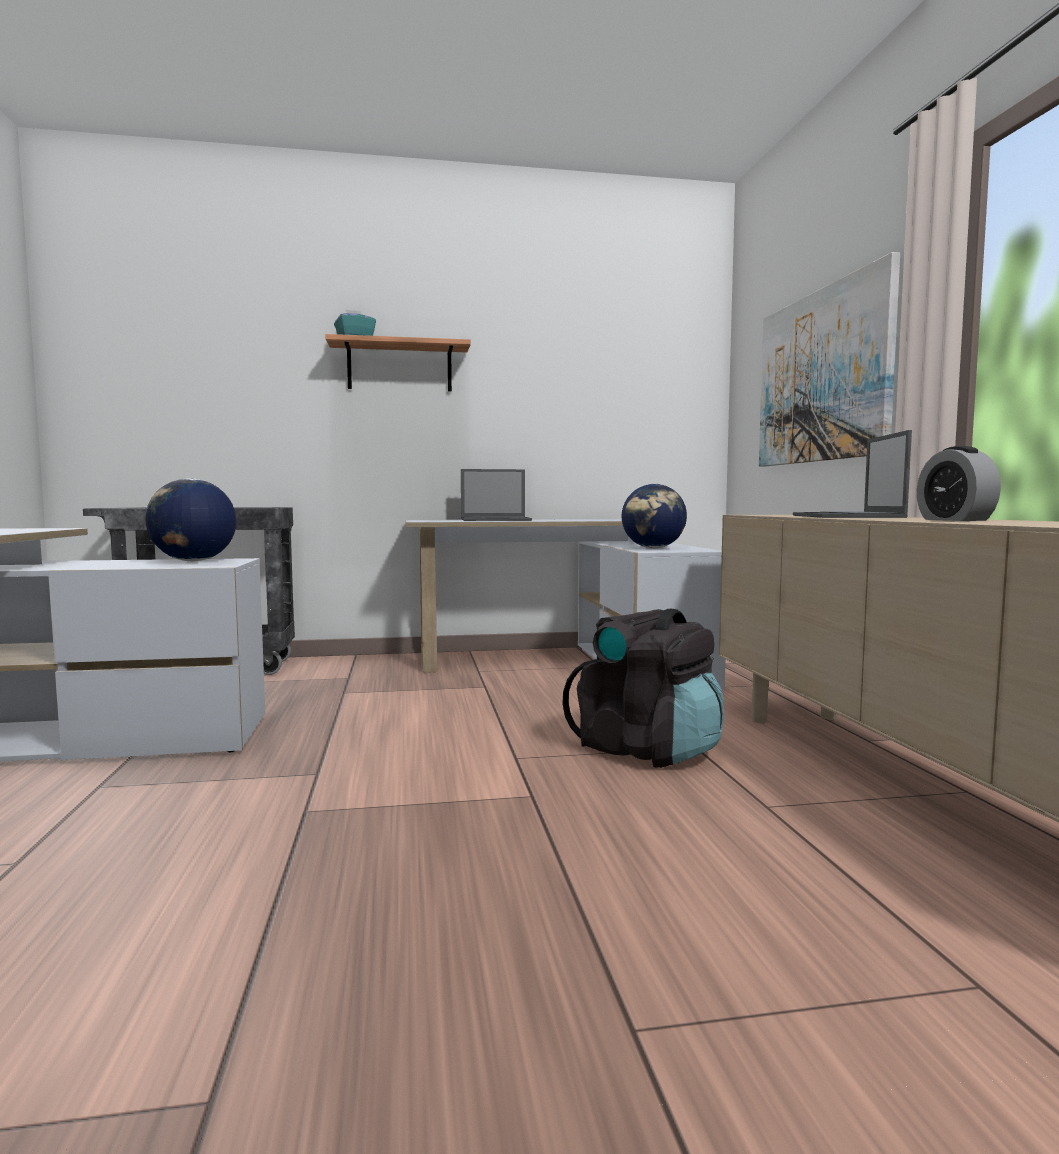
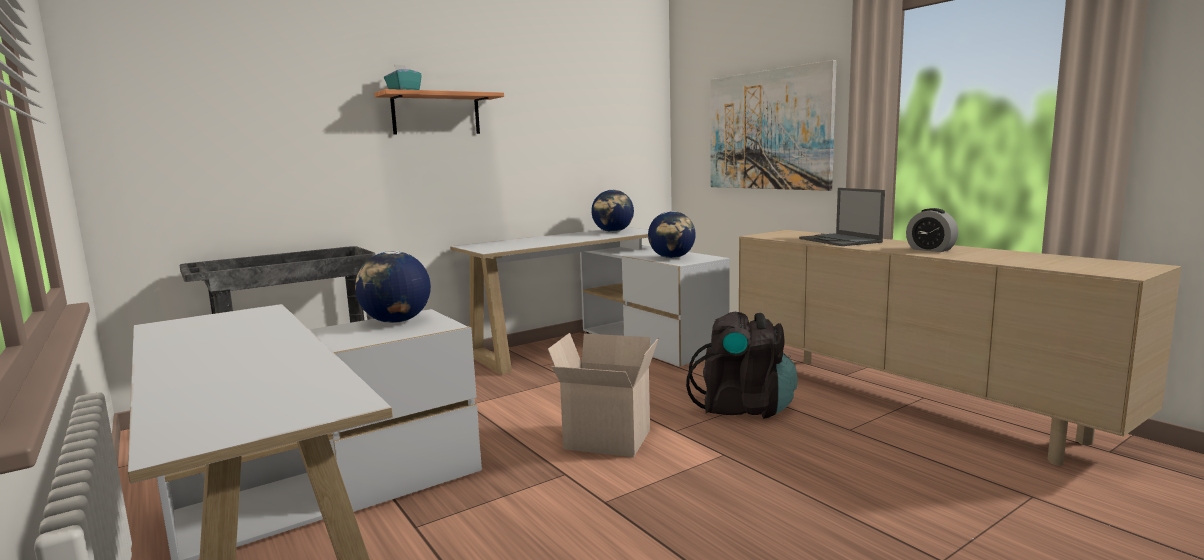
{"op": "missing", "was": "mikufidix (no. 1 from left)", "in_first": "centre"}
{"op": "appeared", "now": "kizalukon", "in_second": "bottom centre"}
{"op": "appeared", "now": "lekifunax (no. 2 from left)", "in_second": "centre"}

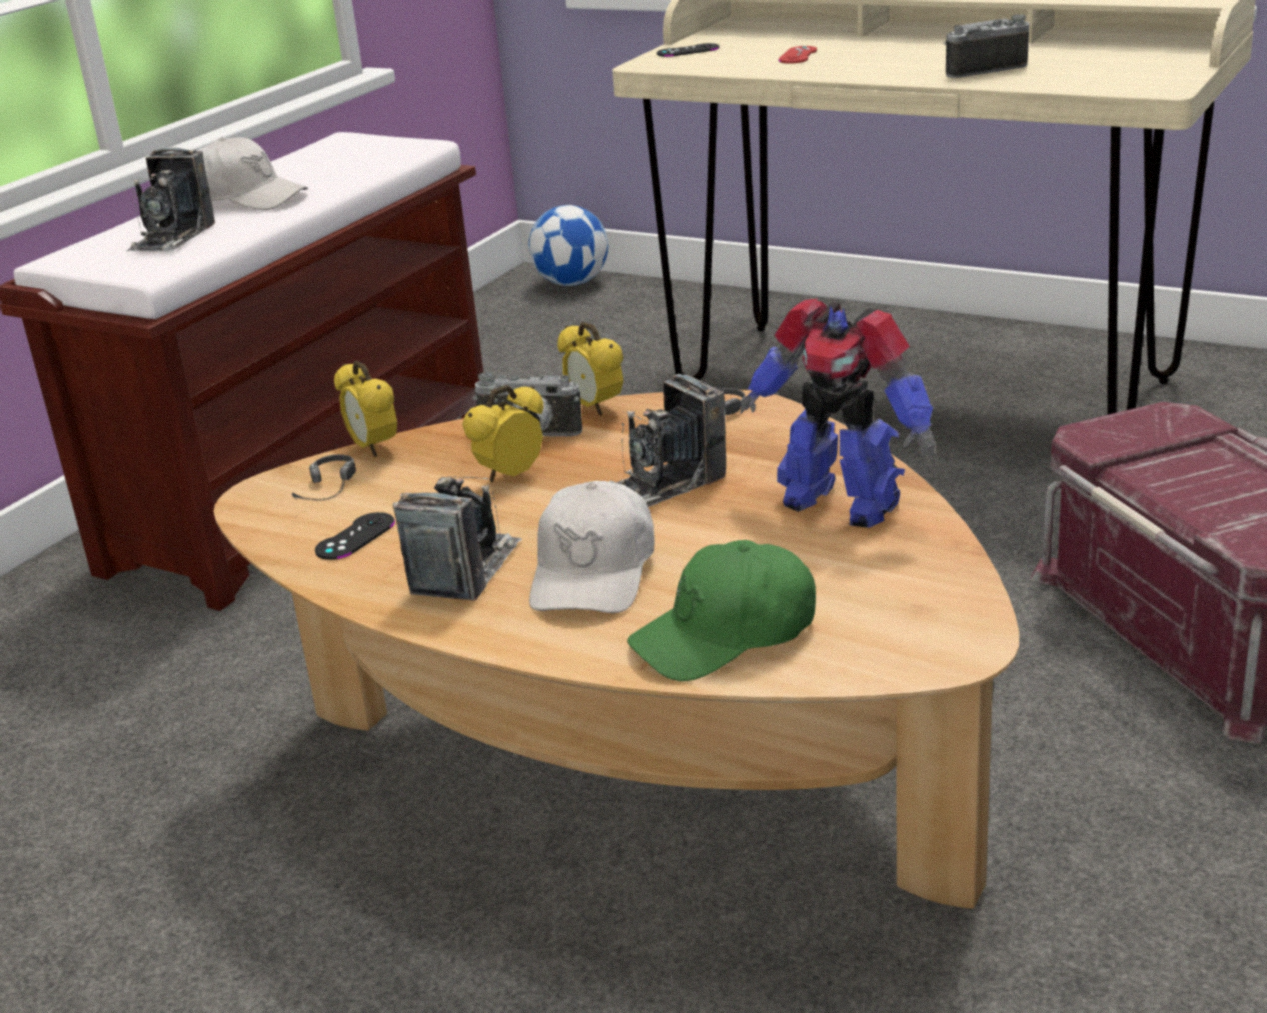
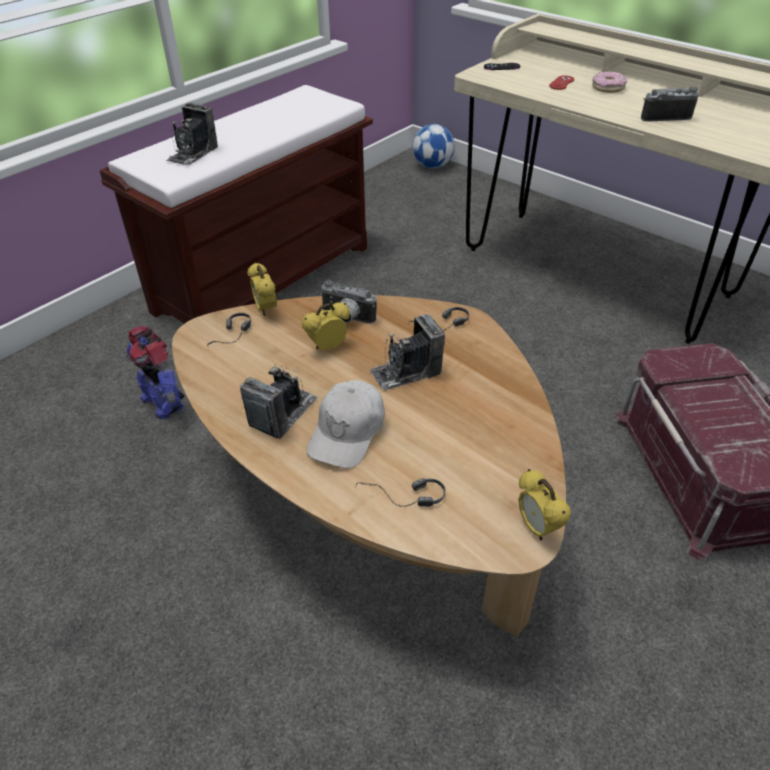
{"op": "missing", "was": "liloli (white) (no. 1 from left)", "in_first": "top left"}
{"op": "missing", "was": "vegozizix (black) (no. 1 from left)", "in_first": "middle left"}
{"op": "relocated", "was": "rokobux (no. 3 from left)", "in_first": "centre", "in_second": "middle right"}
{"op": "exchanged", "was": "liloli (green)", "now": "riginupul (no. 2 from left)", "in_first": "centre", "in_second": "centre"}
{"op": "relocated", "was": "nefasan", "in_first": "centre", "in_second": "middle left"}
{"op": "appeared", "now": "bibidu", "in_second": "top right"}

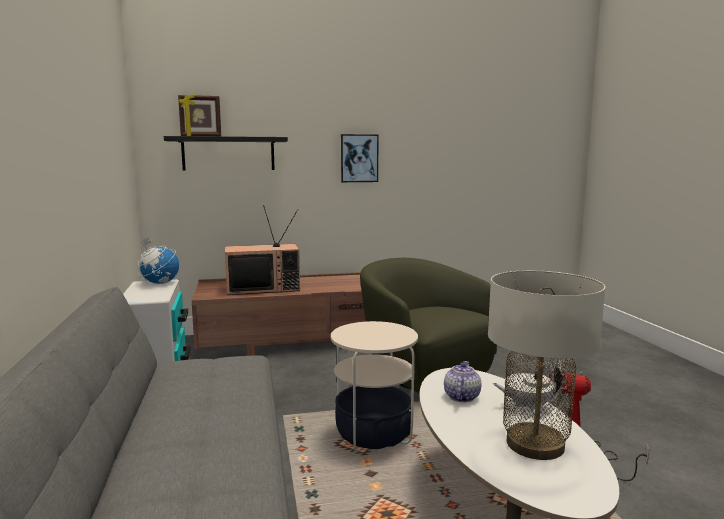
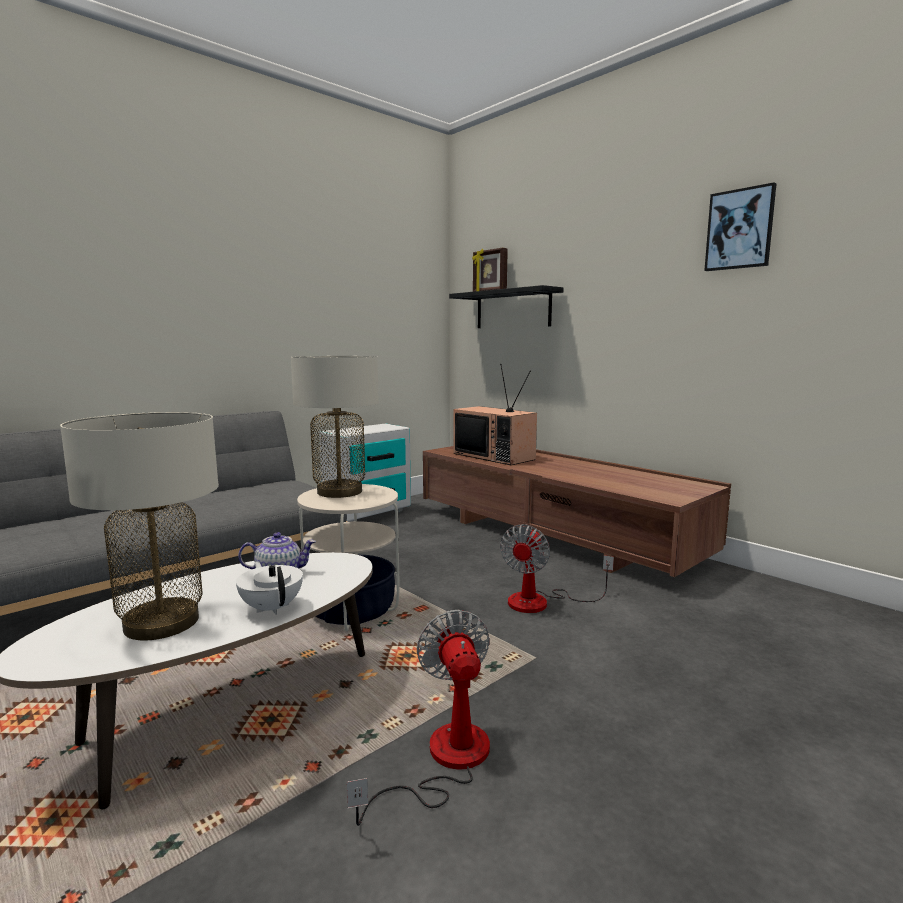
{"op": "missing", "was": "lekifunax", "in_first": "middle left"}
{"op": "relocated", "was": "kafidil", "in_first": "top centre", "in_second": "top right"}
{"op": "exchanged", "was": "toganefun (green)", "now": "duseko (no. 2 from left)", "in_first": "centre", "in_second": "centre"}
{"op": "appeared", "now": "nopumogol (no. 2 from left)", "in_second": "centre"}

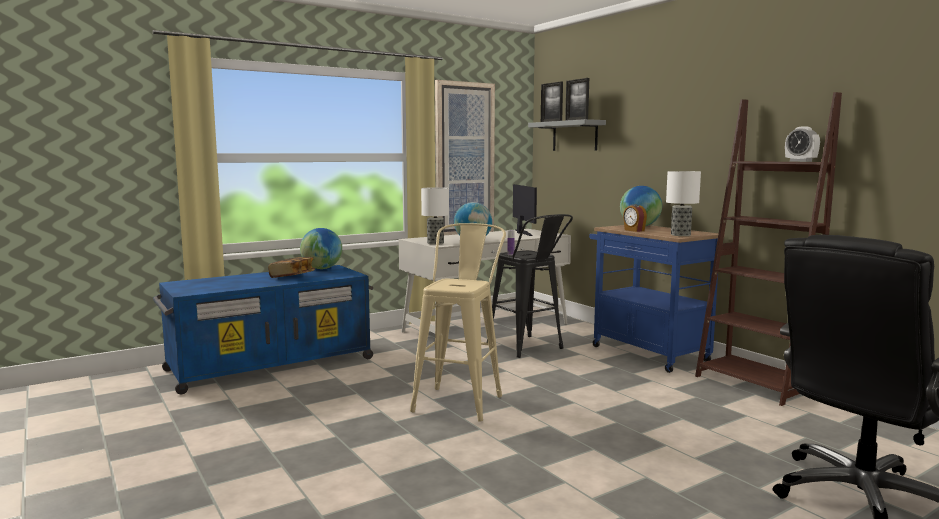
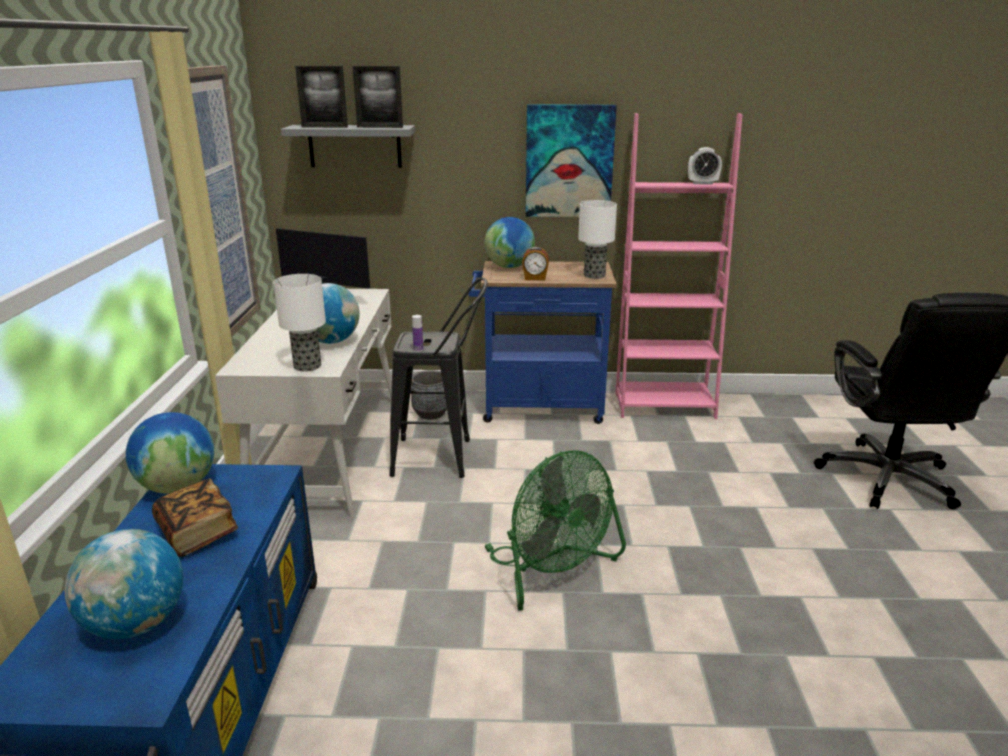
{"op": "exchanged", "was": "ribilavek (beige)", "now": "duseko (green)", "in_first": "centre", "in_second": "bottom centre"}
{"op": "colour", "was": "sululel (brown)", "now": "sululel (pink)", "in_first": "middle right", "in_second": "middle right"}
{"op": "appeared", "now": "lekifunax (no. 1 from left)", "in_second": "bottom left"}
{"op": "appeared", "now": "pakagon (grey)", "in_second": "centre"}
{"op": "appeared", "now": "kafidil (no. 2 from left)", "in_second": "top centre"}

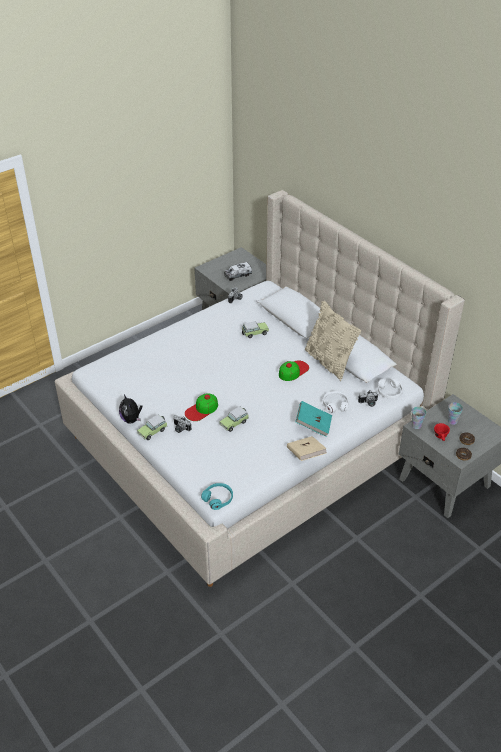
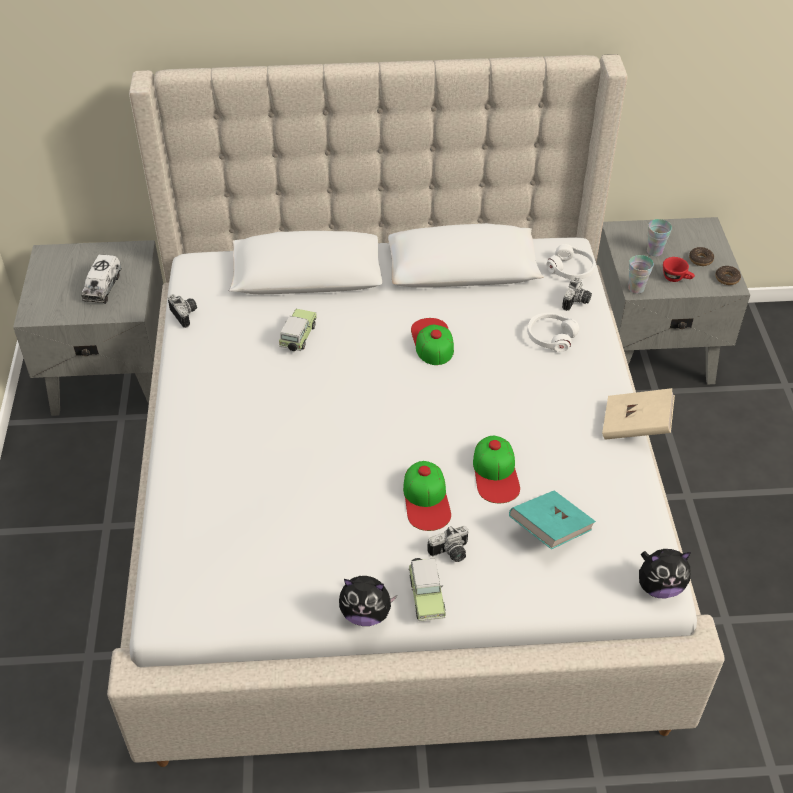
{"op": "exchanged", "was": "riginupul (turquoise)", "now": "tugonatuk (no. 2 from left)", "in_first": "centre", "in_second": "bottom right"}
{"op": "exchanged", "was": "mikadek (no. 2 from left)", "now": "liloli (no. 3 from left)", "in_first": "centre", "in_second": "centre"}
{"op": "relocated", "was": "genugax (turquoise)", "in_first": "centre", "in_second": "middle right"}
{"op": "missing", "was": "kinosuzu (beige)", "in_first": "centre"}

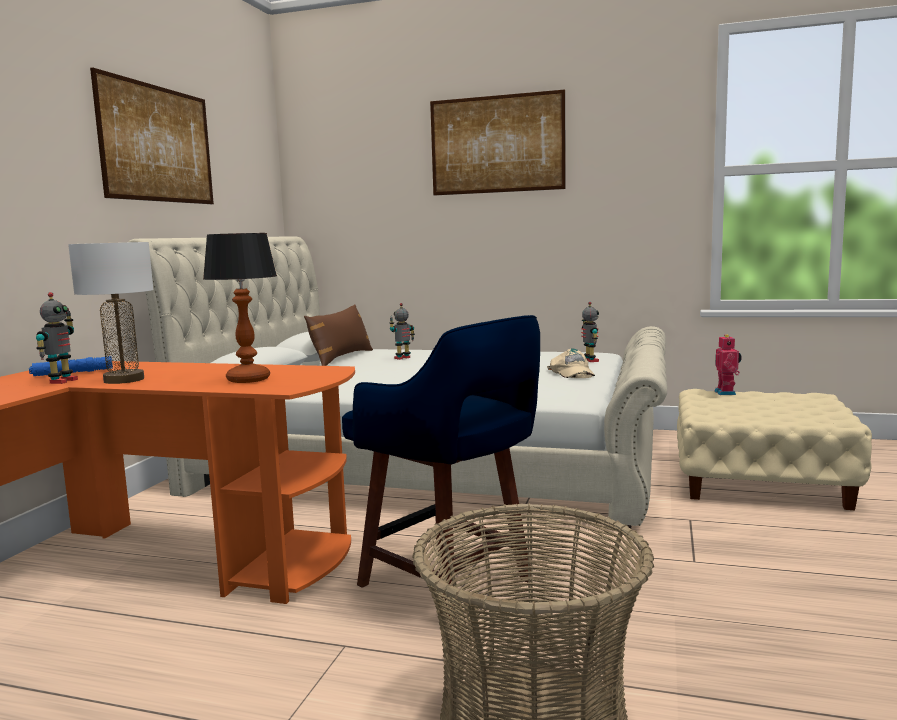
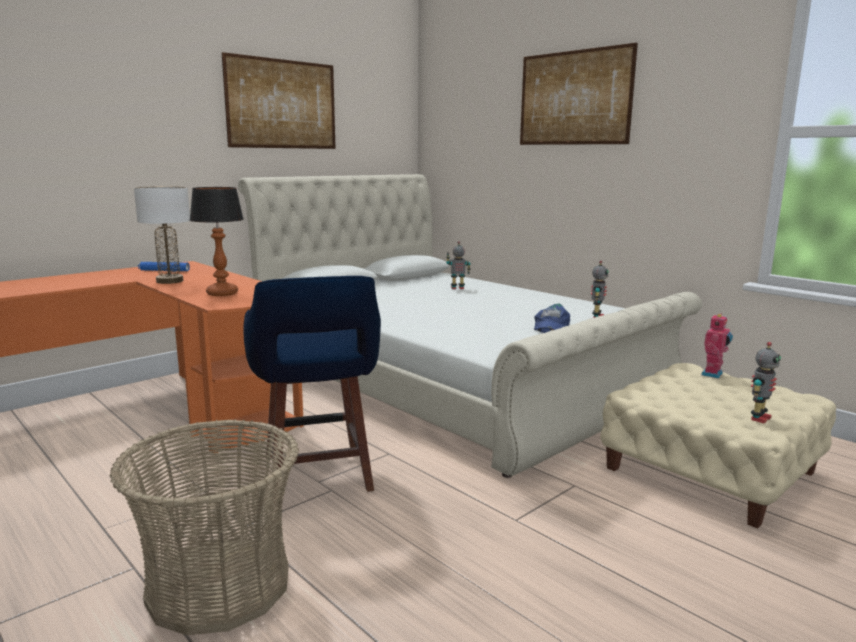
{"op": "relocated", "was": "nefasan (no. 1 from left in the first image)", "now": "nefasan (no. 4 from left)", "in_first": "middle left", "in_second": "middle right"}
{"op": "missing", "was": "kinosuzu (brown)", "in_first": "centre"}
{"op": "colour", "was": "liloli (beige)", "now": "liloli (blue)", "in_first": "centre", "in_second": "centre"}

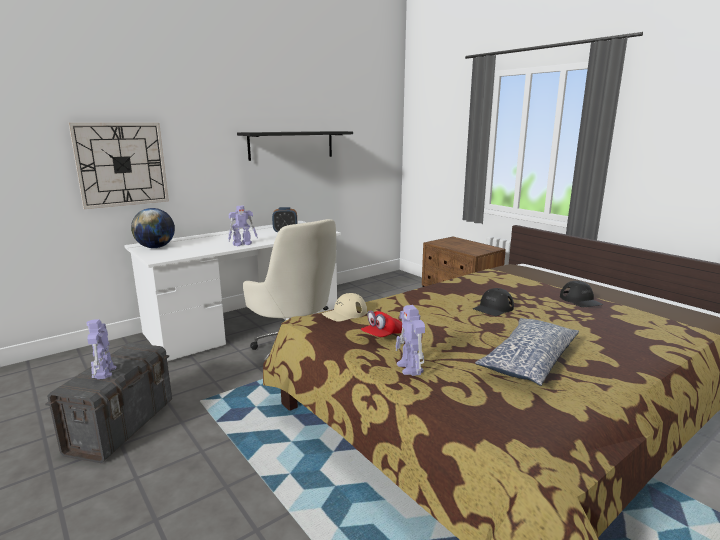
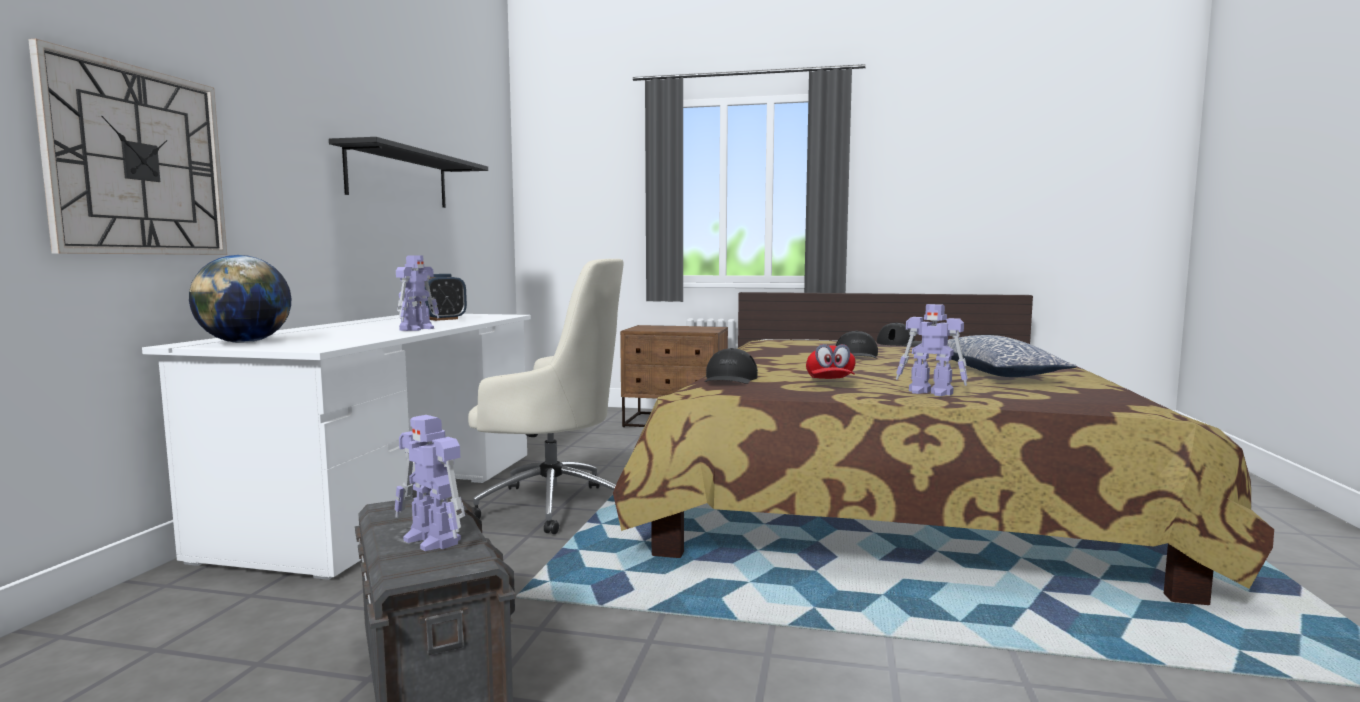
{"op": "colour", "was": "liloli (beige)", "now": "liloli (black) (no. 1 from left)", "in_first": "centre", "in_second": "centre"}

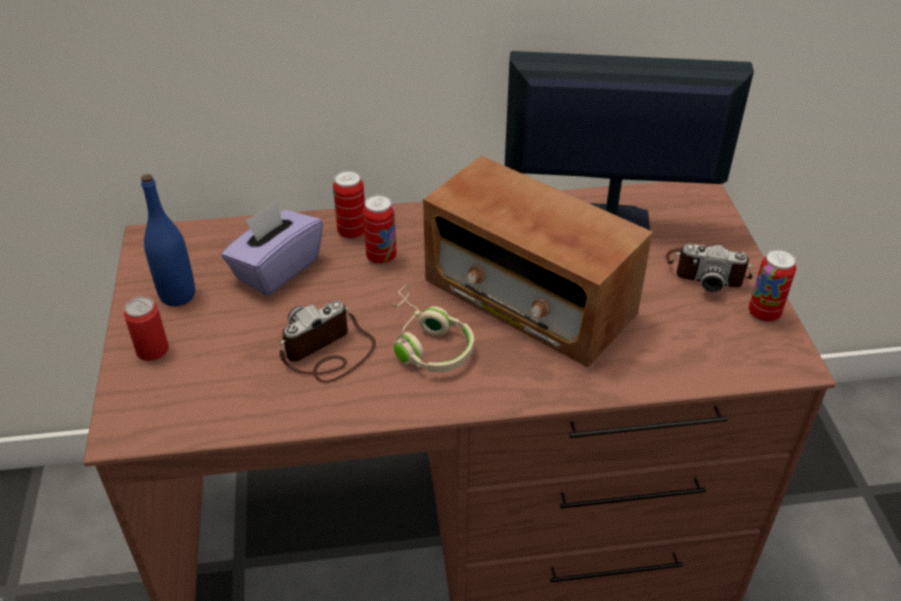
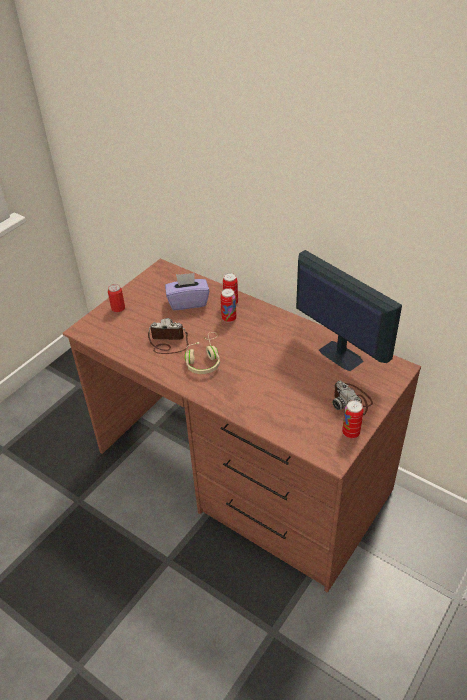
{"op": "missing", "was": "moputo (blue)", "in_first": "middle left"}
{"op": "missing", "was": "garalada", "in_first": "centre"}

